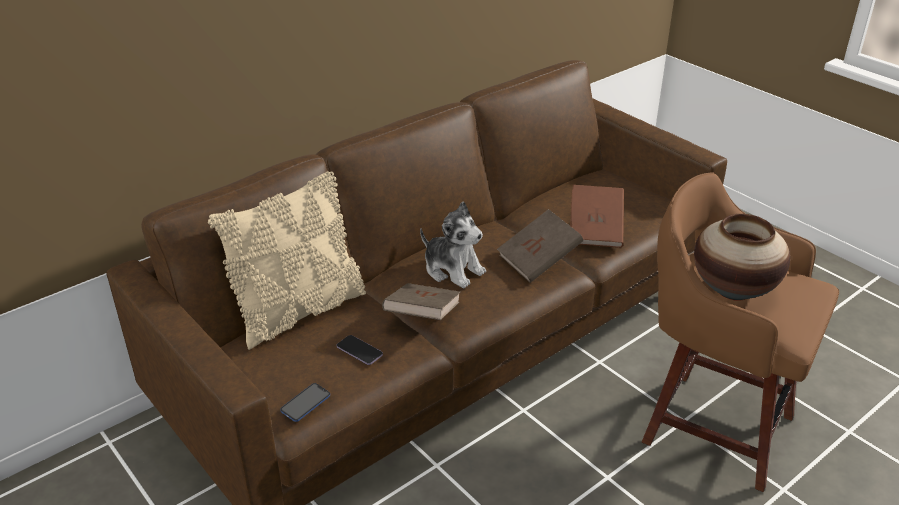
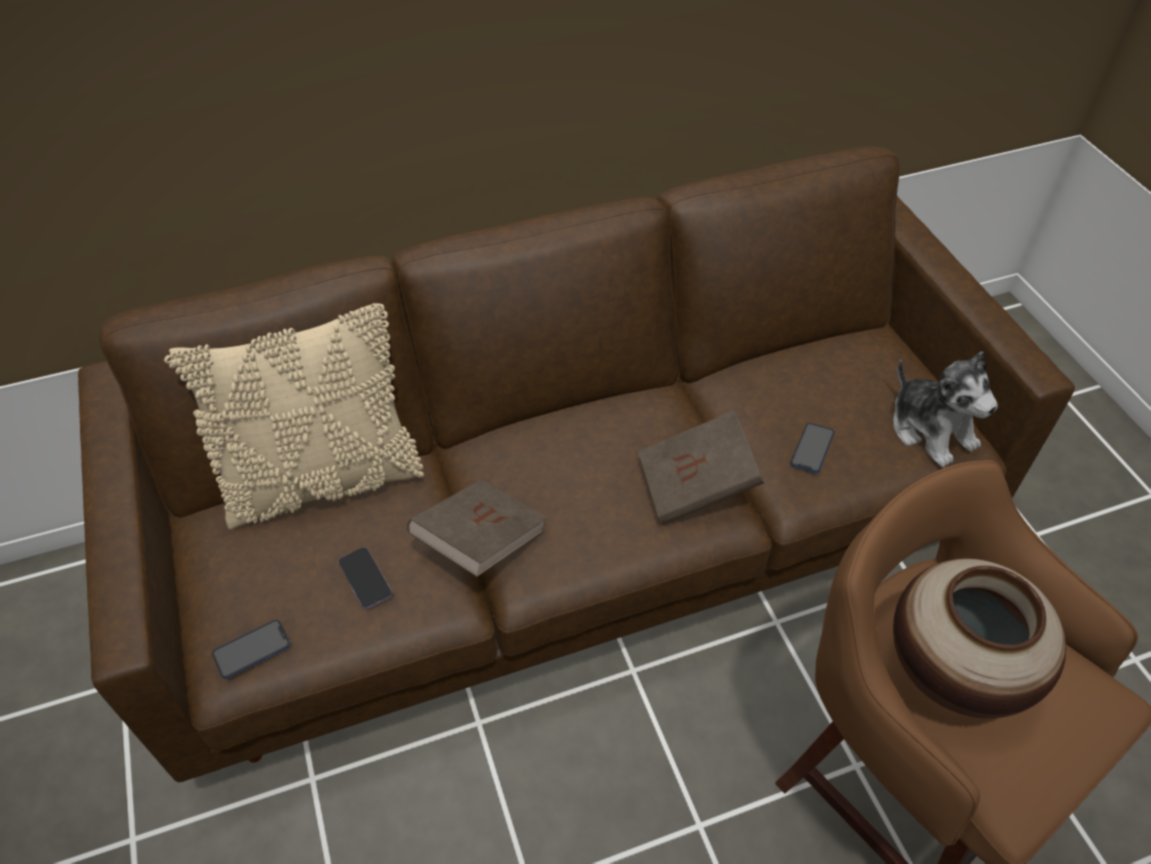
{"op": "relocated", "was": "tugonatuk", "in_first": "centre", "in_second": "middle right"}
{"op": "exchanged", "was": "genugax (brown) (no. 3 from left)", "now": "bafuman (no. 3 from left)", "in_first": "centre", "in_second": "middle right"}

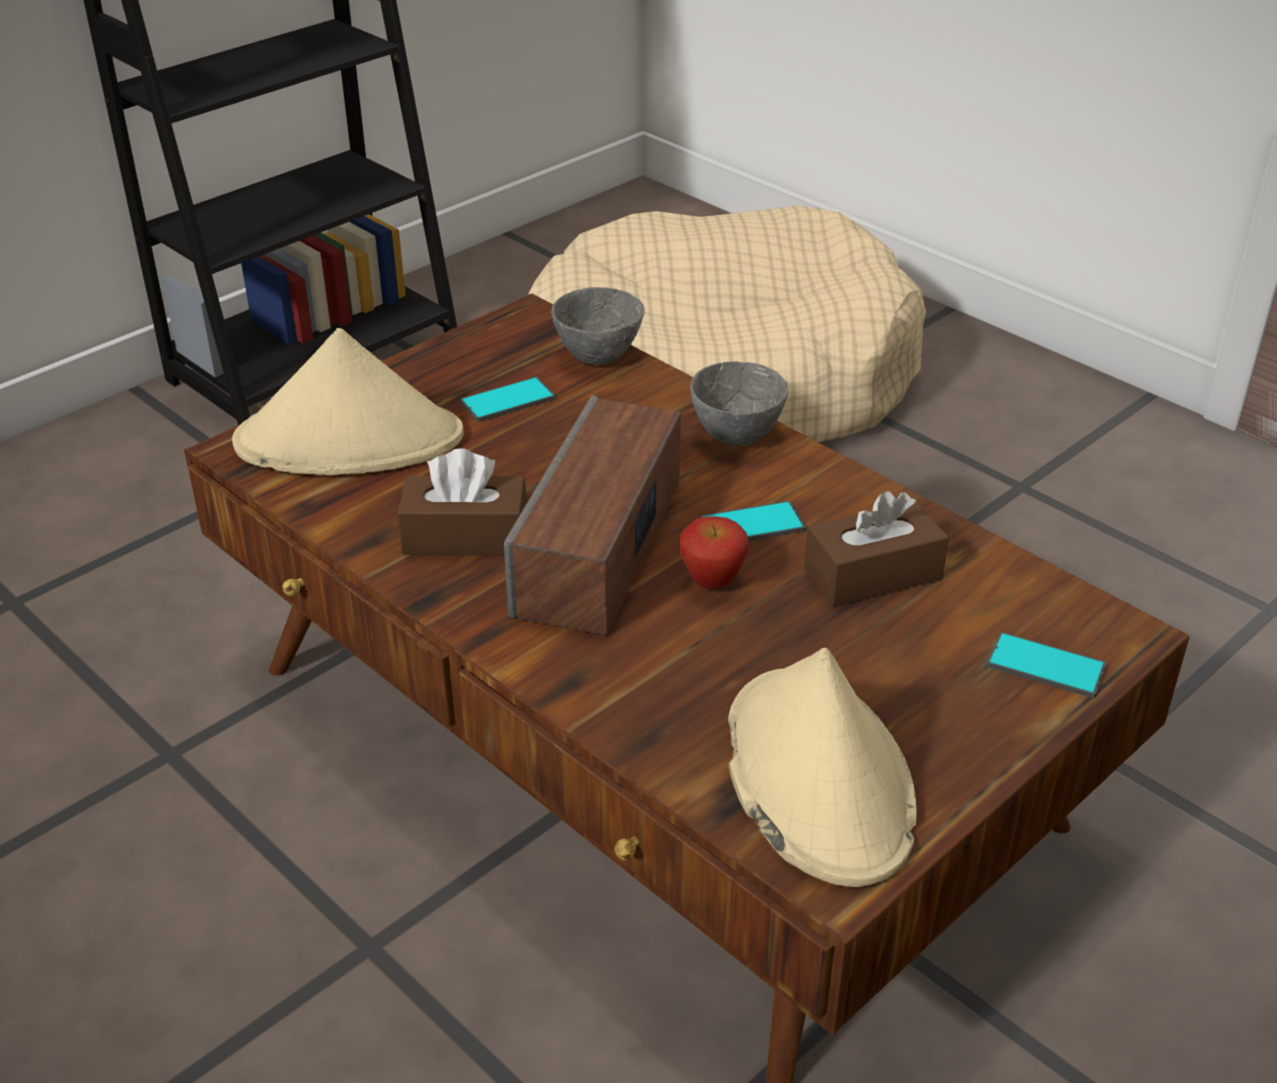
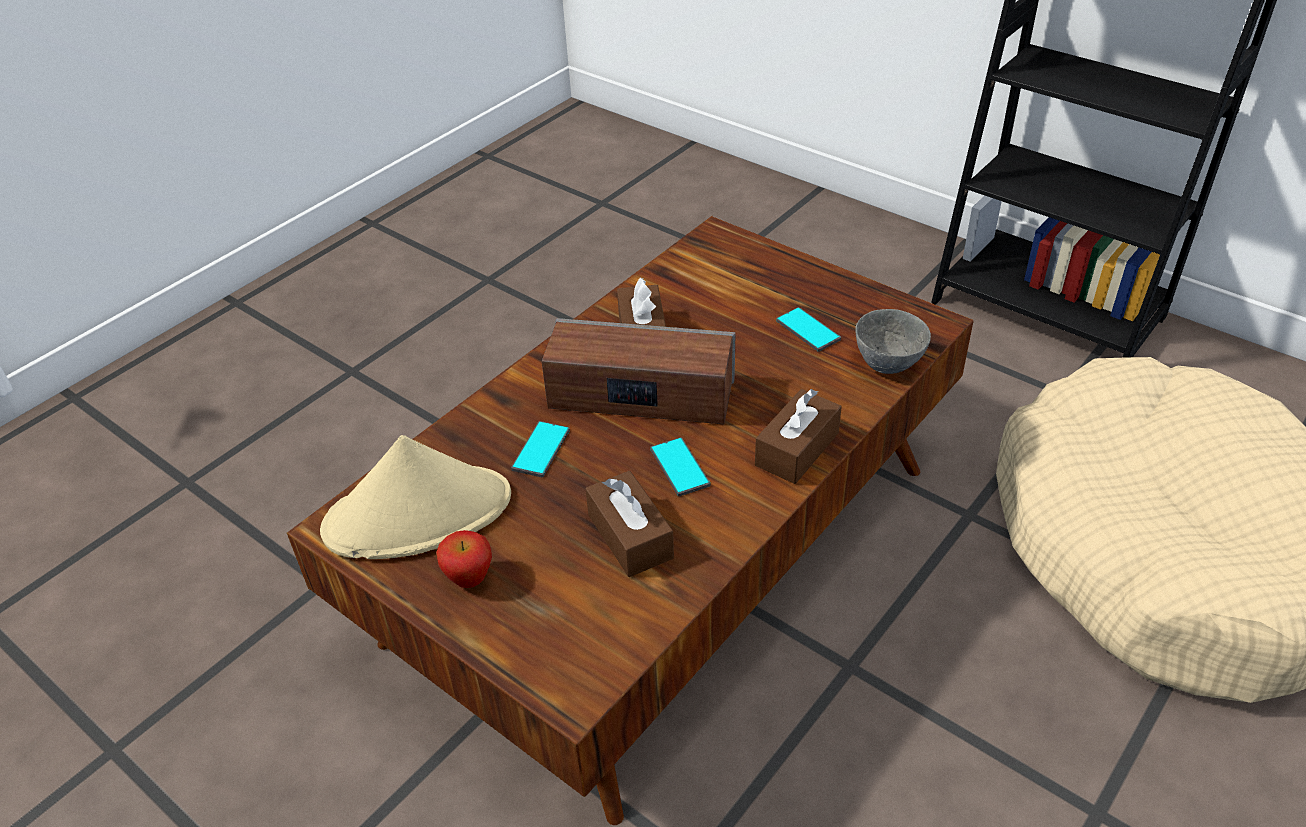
{"op": "missing", "was": "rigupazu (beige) (no. 1 from left)", "in_first": "middle left"}
{"op": "relocated", "was": "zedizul", "in_first": "centre", "in_second": "bottom centre"}
{"op": "exchanged", "was": "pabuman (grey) (no. 2 from left)", "now": "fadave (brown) (no. 3 from left)", "in_first": "centre", "in_second": "centre"}
{"op": "relocated", "was": "bafuman (no. 3 from left in the first image)", "now": "bafuman (no. 1 from left)", "in_first": "middle right", "in_second": "centre"}

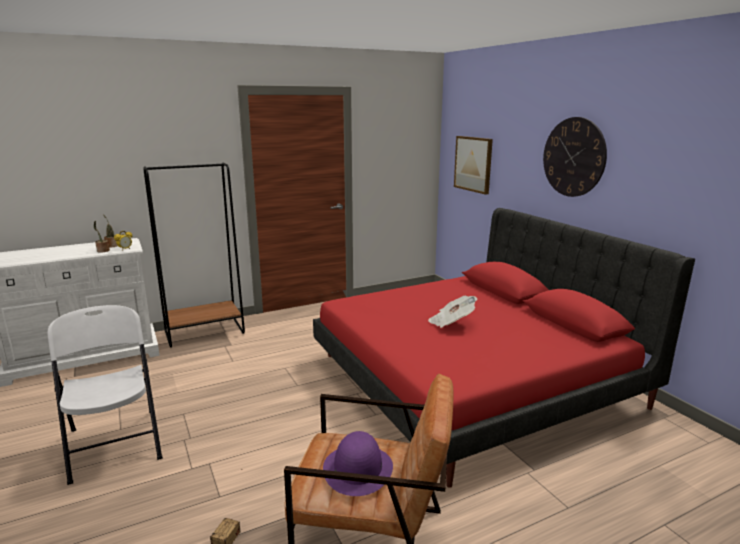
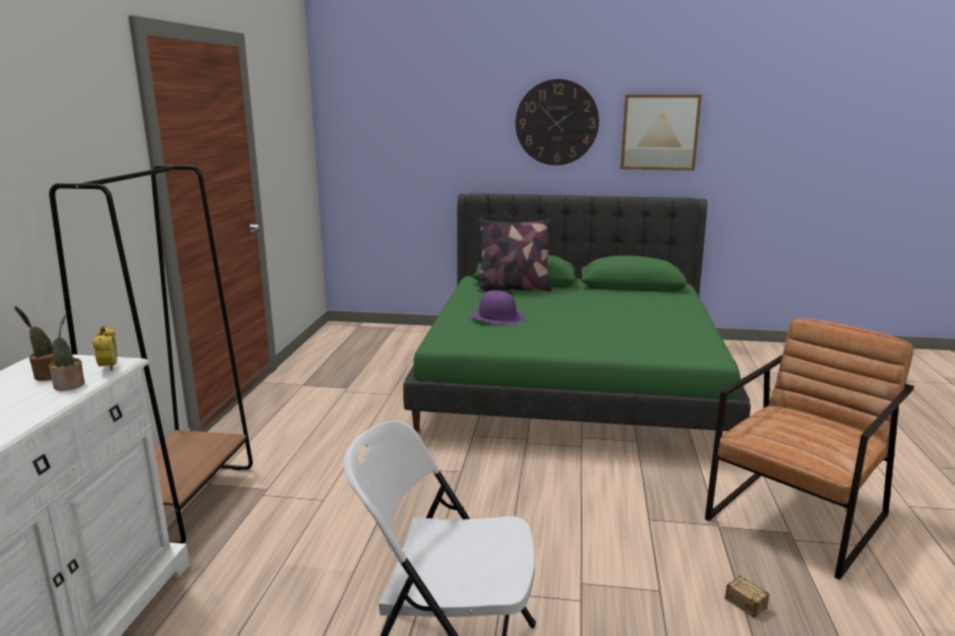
{"op": "colour", "was": "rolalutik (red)", "now": "rolalutik (green)", "in_first": "middle right", "in_second": "centre"}
{"op": "relocated", "was": "rigupazu (purple)", "in_first": "bottom centre", "in_second": "centre"}
{"op": "missing", "was": "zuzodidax", "in_first": "centre"}
{"op": "relocated", "was": "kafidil", "in_first": "top centre", "in_second": "top right"}
{"op": "appeared", "now": "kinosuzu", "in_second": "centre"}

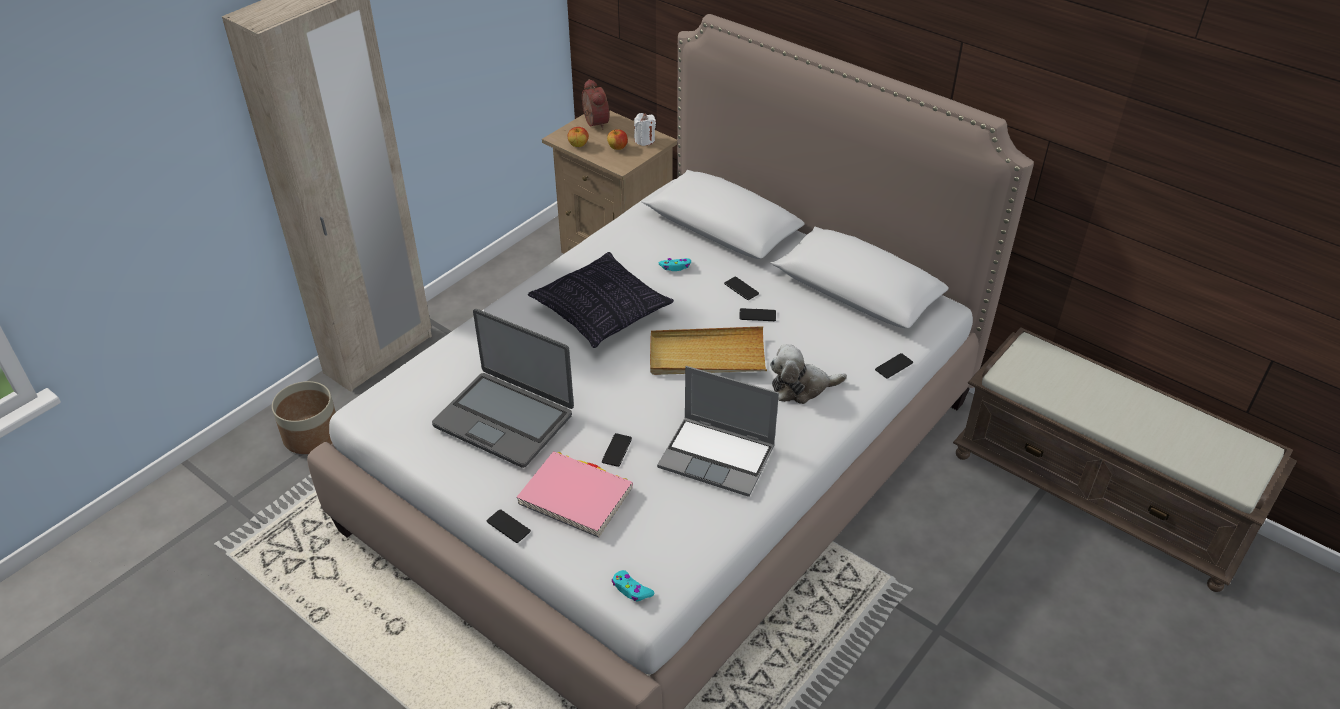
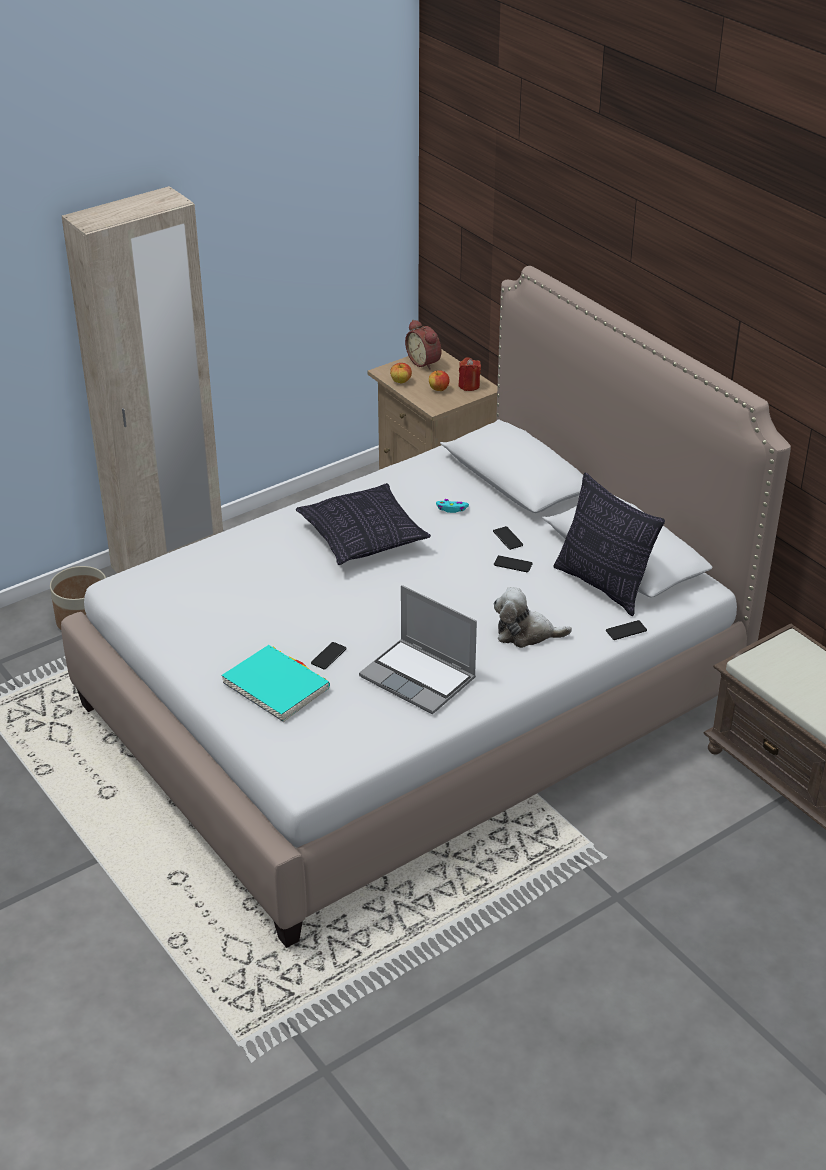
{"op": "missing", "was": "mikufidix (no. 1 from left)", "in_first": "centre"}
{"op": "missing", "was": "bafuman (no. 1 from left)", "in_first": "bottom centre"}
{"op": "colour", "was": "genugax (pink)", "now": "genugax (turquoise)", "in_first": "bottom centre", "in_second": "middle left"}
{"op": "spun", "was": "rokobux", "in_first": "top centre", "in_second": "top centre", "clockwise": 150}
{"op": "missing", "was": "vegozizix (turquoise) (no. 1 from left)", "in_first": "bottom centre"}
{"op": "colour", "was": "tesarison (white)", "now": "tesarison (red)", "in_first": "top centre", "in_second": "top centre"}
{"op": "missing", "was": "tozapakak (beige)", "in_first": "centre"}
{"op": "appeared", "now": "kinosuzu (no. 2 from left)", "in_second": "middle right"}

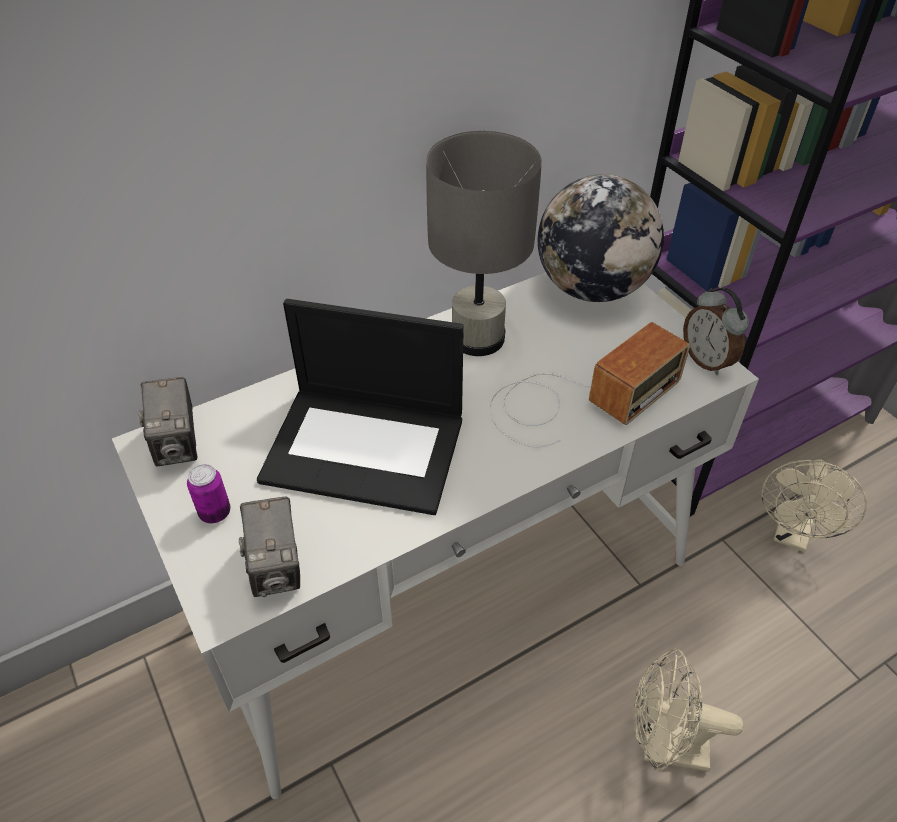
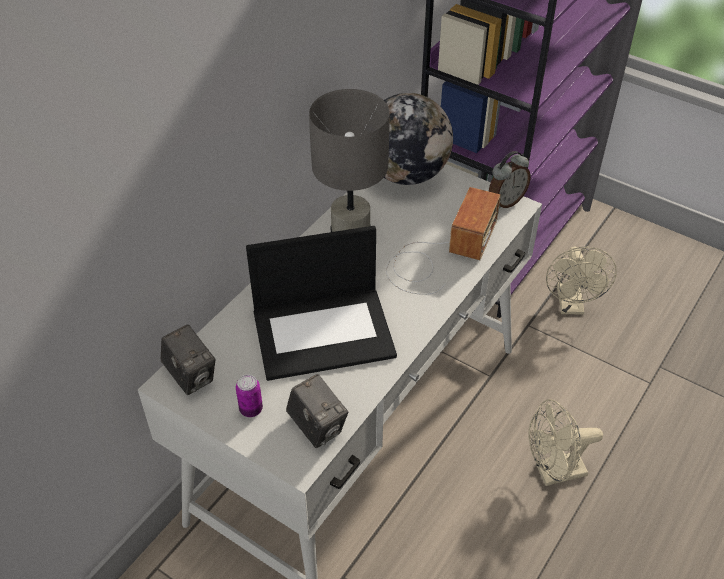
{"op": "spun", "was": "rokobux", "in_first": "middle right", "in_second": "top right", "clockwise": -75}

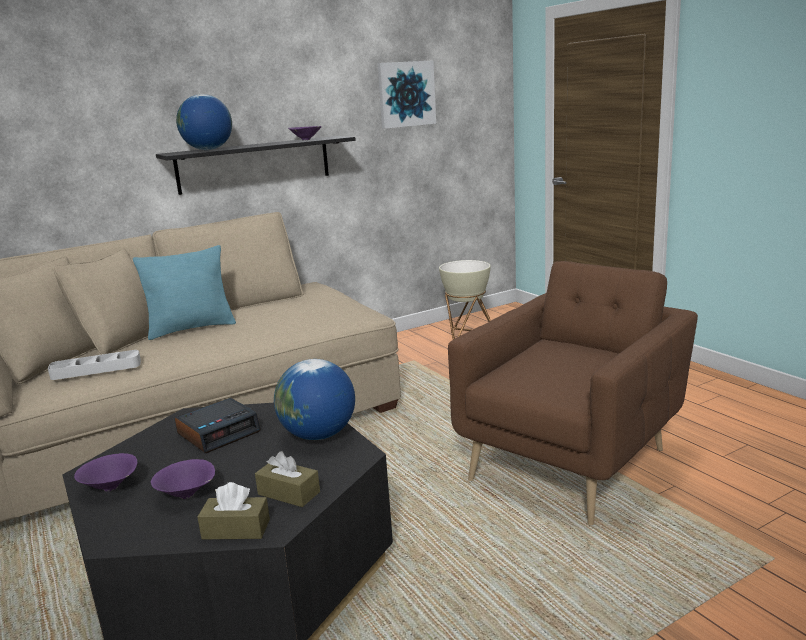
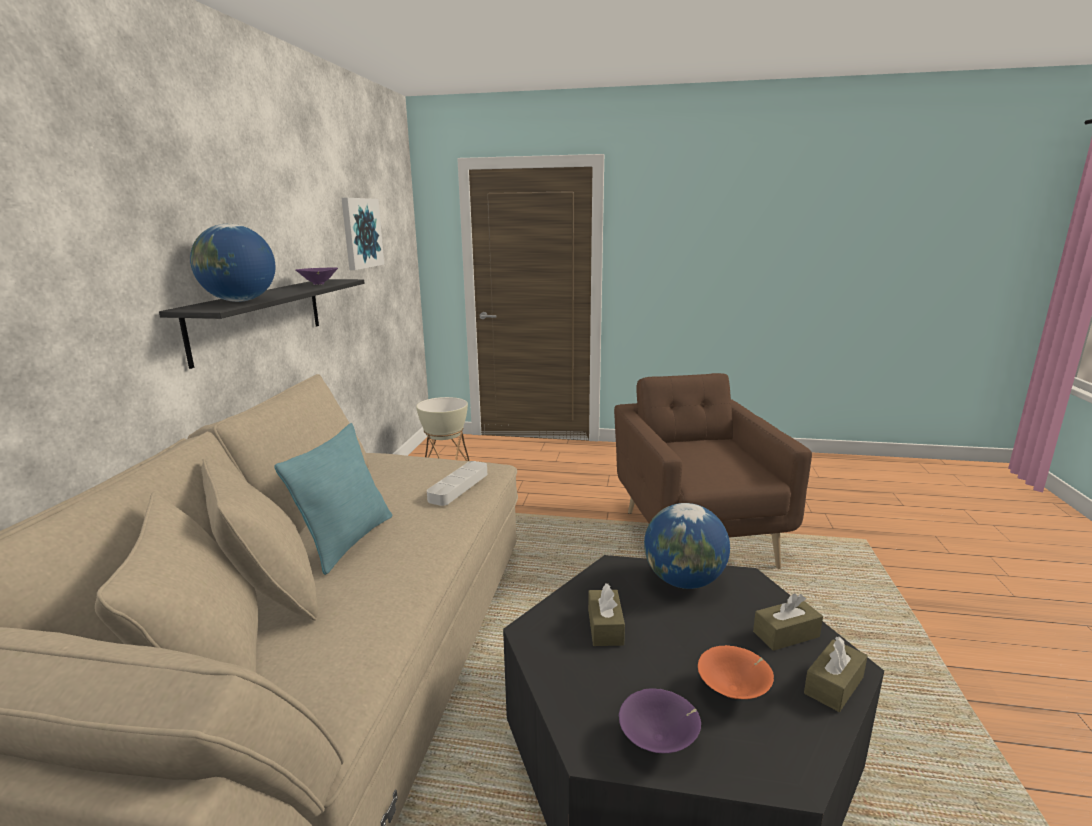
{"op": "relocated", "was": "tozapakak (grey)", "in_first": "middle left", "in_second": "centre"}
{"op": "colour", "was": "pabuman (purple) (no. 2 from left)", "now": "pabuman (orange)", "in_first": "bottom left", "in_second": "bottom right"}
{"op": "exchanged", "was": "rokobux", "now": "fadave (brown) (no. 1 from left)", "in_first": "middle left", "in_second": "bottom centre"}

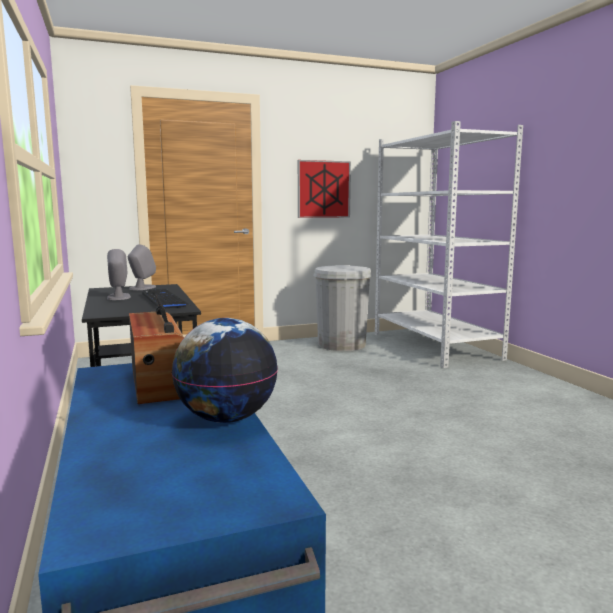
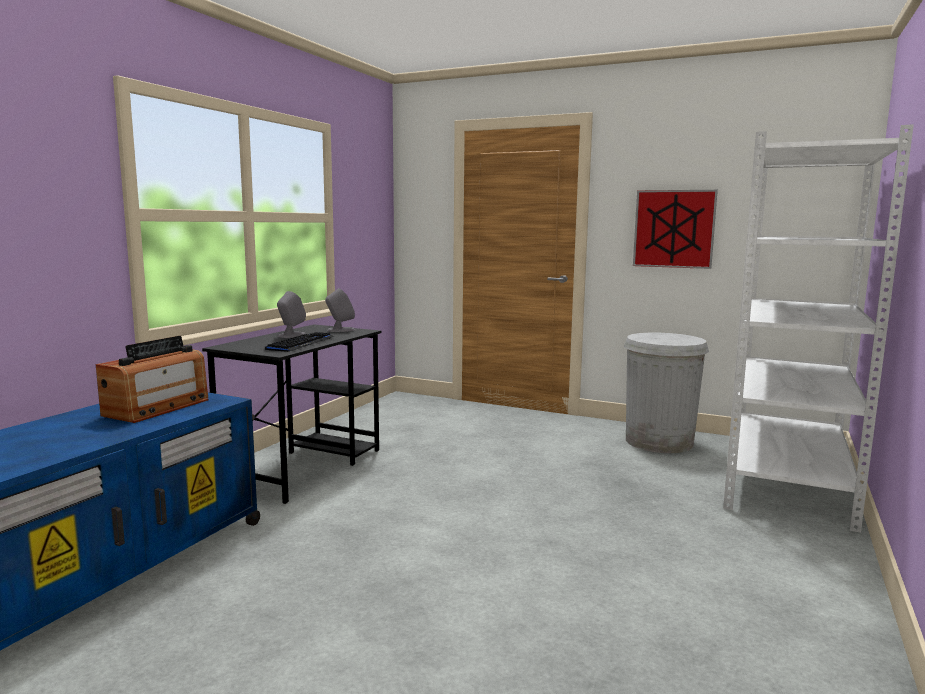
{"op": "missing", "was": "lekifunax", "in_first": "centre"}

